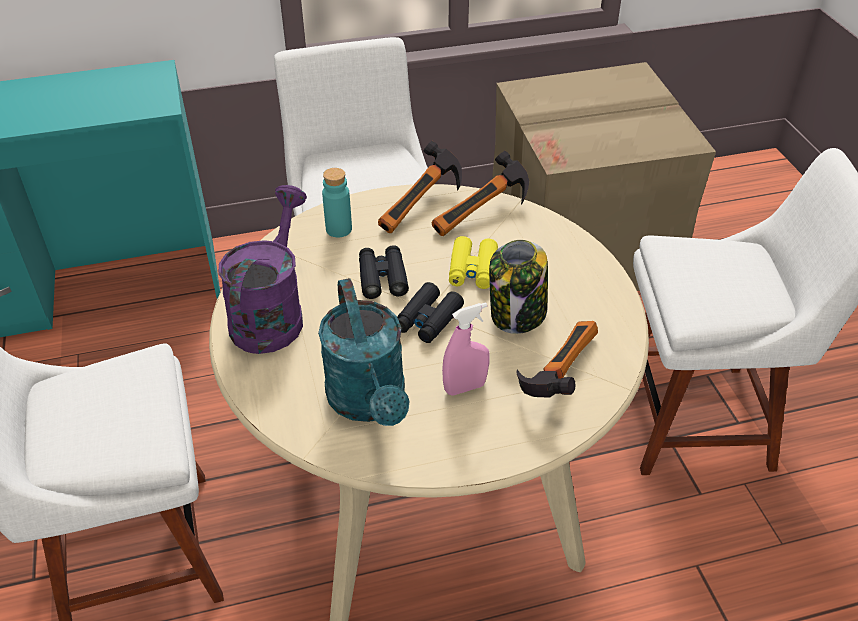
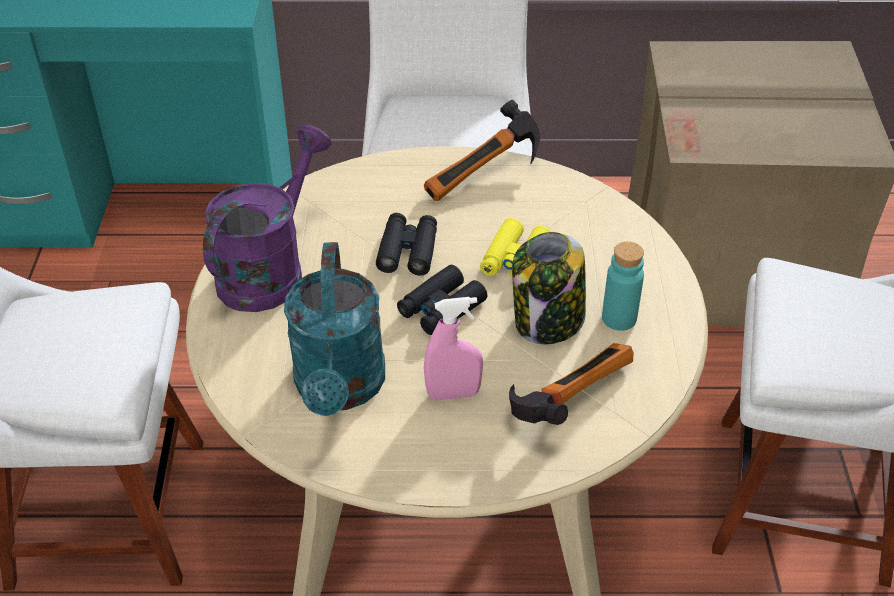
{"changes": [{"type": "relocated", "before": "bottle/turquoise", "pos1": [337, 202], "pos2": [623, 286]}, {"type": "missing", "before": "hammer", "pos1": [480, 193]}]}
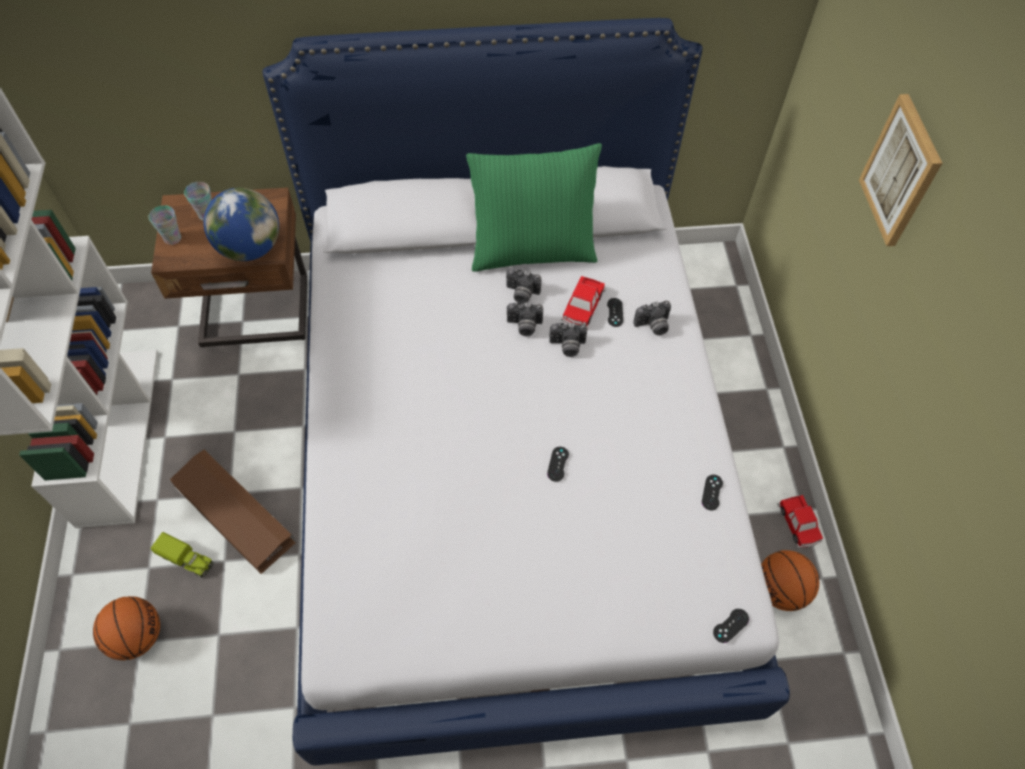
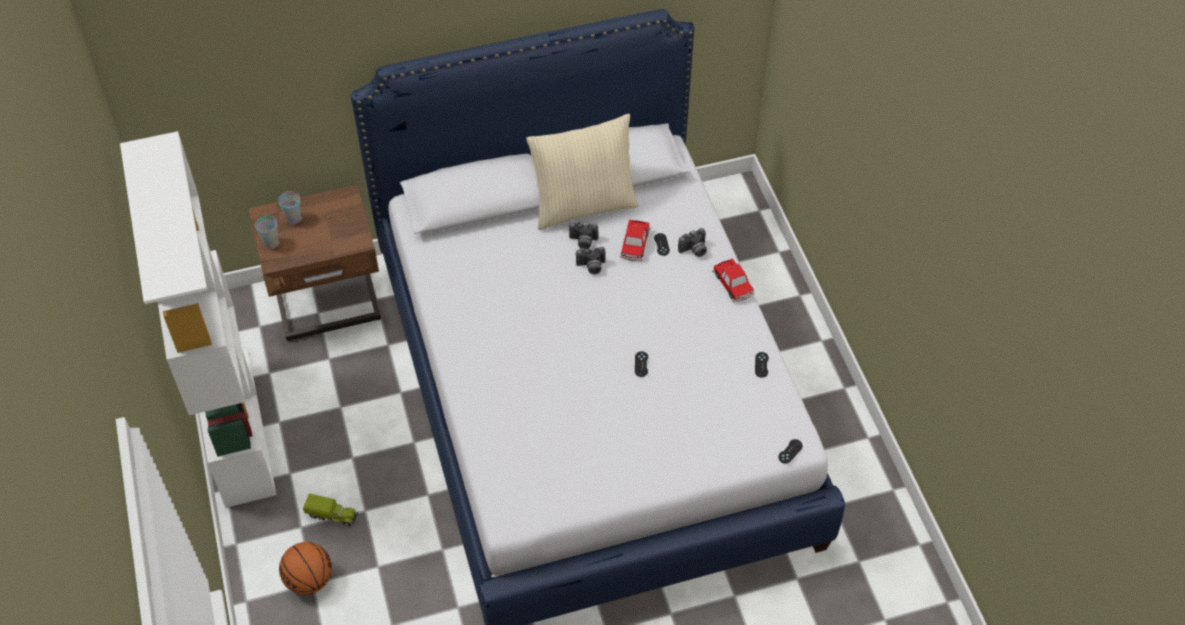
{"changes": [{"type": "colour", "before": "pillow/green", "after": "pillow/beige", "pos1": [534, 207], "pos2": [582, 172]}, {"type": "relocated", "before": "toy car", "pos1": [800, 521], "pos2": [733, 280]}, {"type": "missing", "before": "storage box/brown", "pos1": [233, 512]}, {"type": "missing", "before": "globe", "pos1": [241, 224]}, {"type": "missing", "before": "photo camera", "pos1": [568, 340]}, {"type": "missing", "before": "basketball", "pos1": [790, 580]}, {"type": "missing", "before": "picture", "pos1": [900, 170]}]}
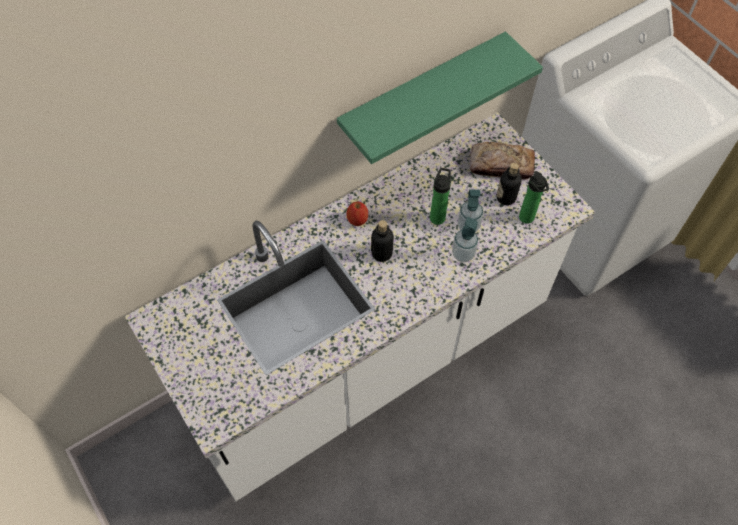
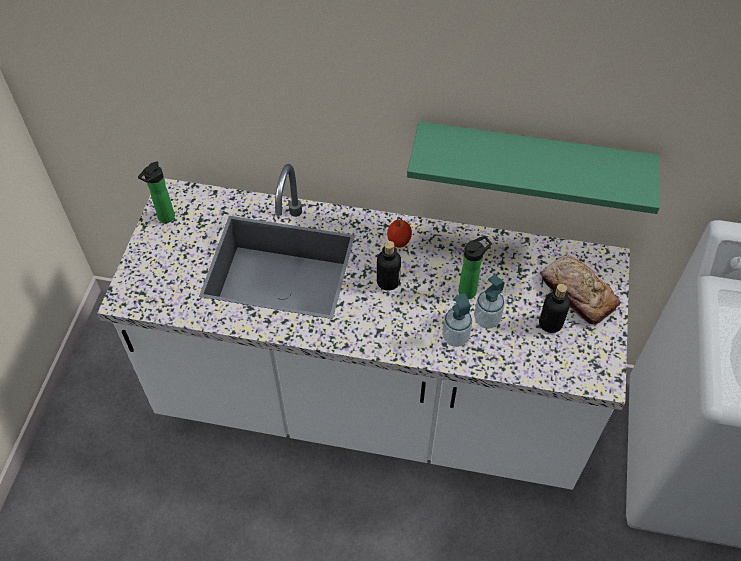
{"changes": [{"type": "relocated", "before": "bottle", "pos1": [534, 197], "pos2": [156, 192]}]}
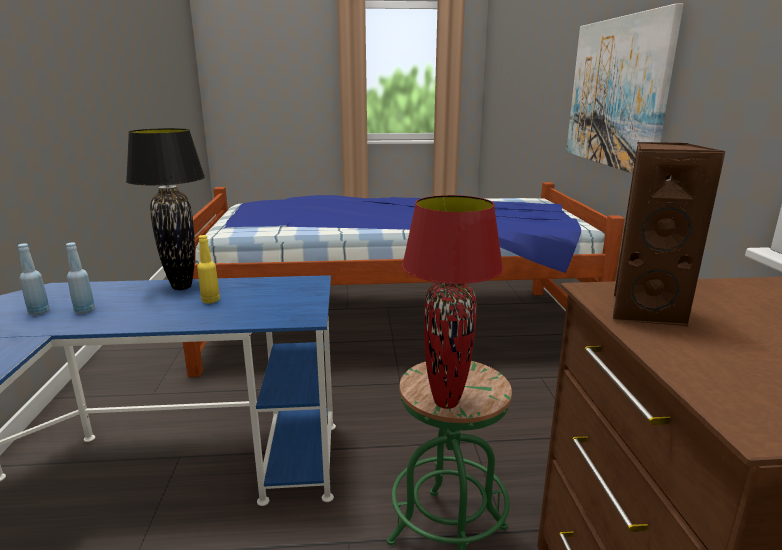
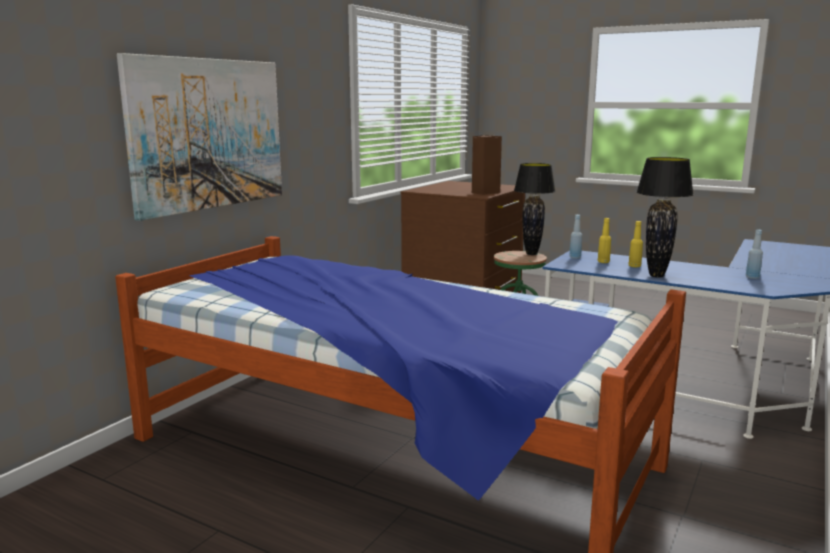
{"changes": [{"type": "colour", "before": "table lamp/red", "after": "table lamp/black", "pos1": [452, 302], "pos2": [534, 209]}, {"type": "relocated", "before": "bottle/blue", "pos1": [80, 278], "pos2": [575, 237]}, {"type": "appeared", "after": "bottle/yellow", "pos2": [604, 240]}]}
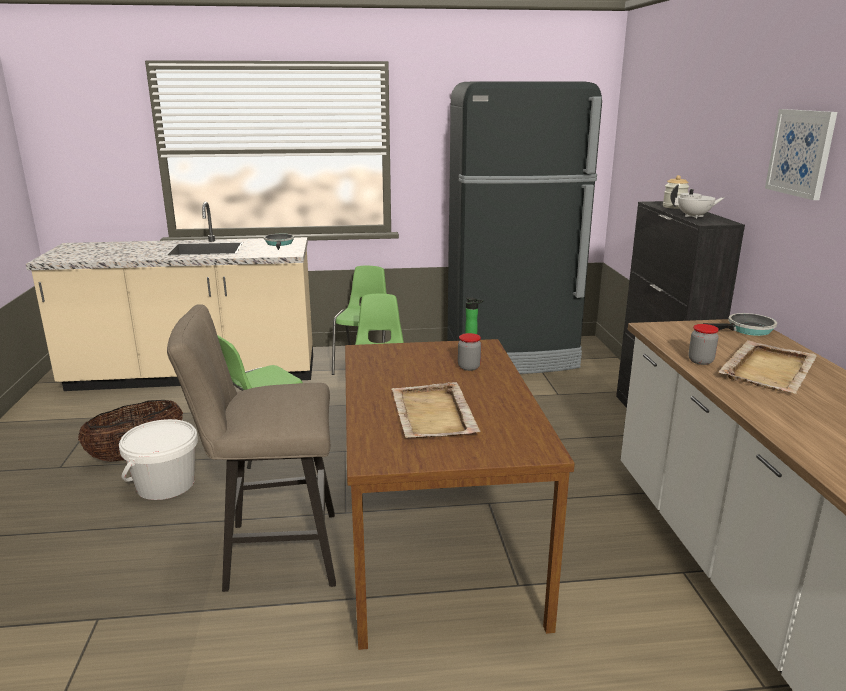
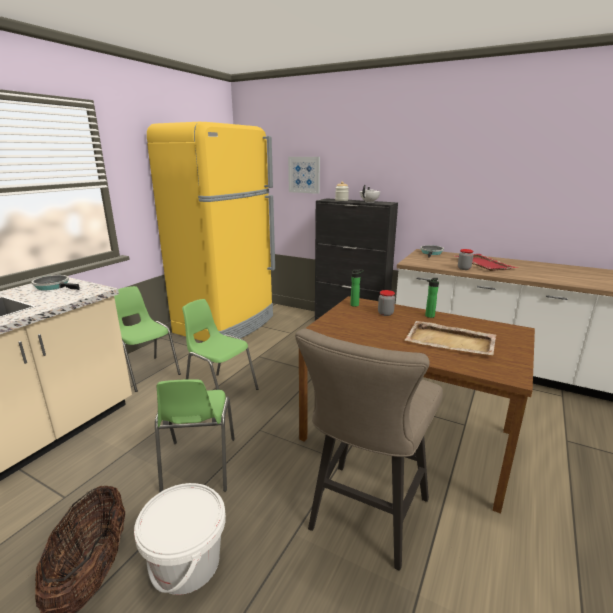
{"changes": [{"type": "colour", "before": "fridge/black", "after": "fridge/yellow", "pos1": [524, 227], "pos2": [211, 232]}, {"type": "relocated", "before": "picture", "pos1": [801, 154], "pos2": [304, 175]}, {"type": "appeared", "after": "bottle", "pos2": [432, 298]}, {"type": "colour", "before": "tray/beige", "after": "tray/red", "pos1": [768, 367], "pos2": [486, 262]}]}
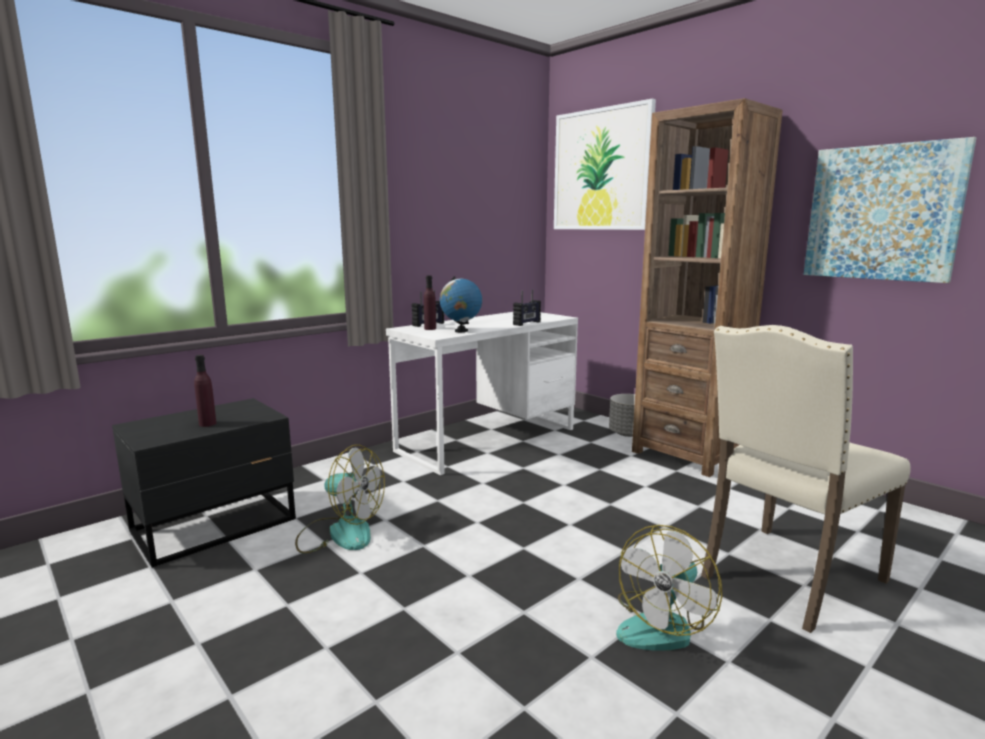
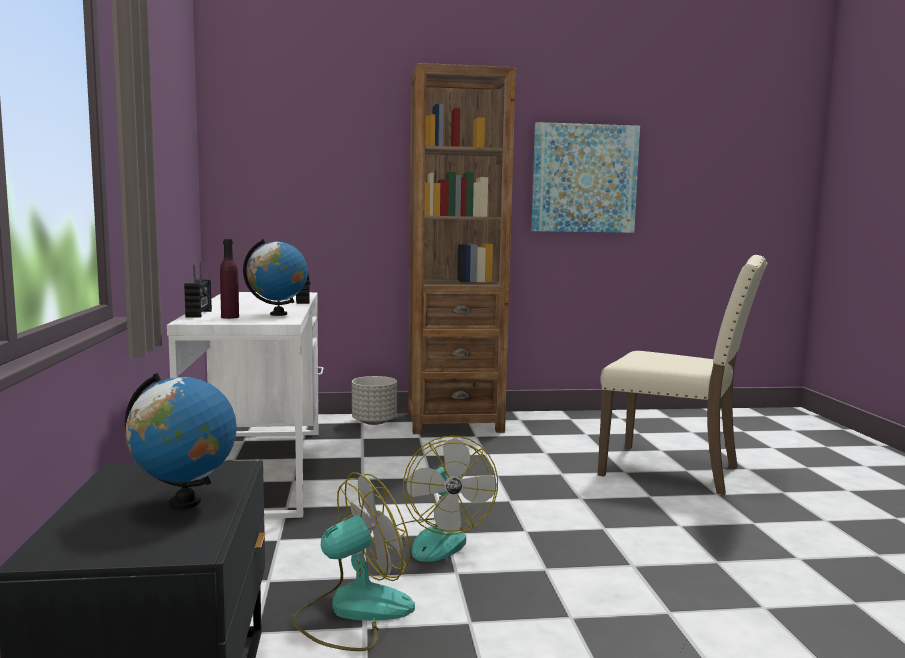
{"changes": [{"type": "exchanged", "before": "bottle/purple", "after": "globe", "pos1": [205, 391], "pos2": [181, 441]}, {"type": "relocated", "before": "fan", "pos1": [669, 588], "pos2": [441, 499]}, {"type": "spun", "before": "chair/beige", "pos1": [806, 479], "pos2": [683, 375], "turn": -60}, {"type": "missing", "before": "picture", "pos1": [605, 164]}]}
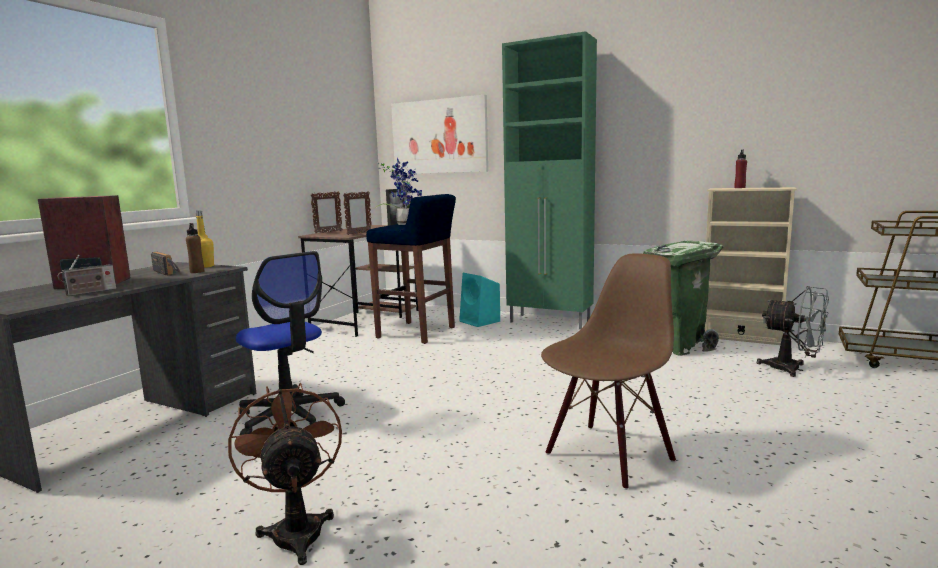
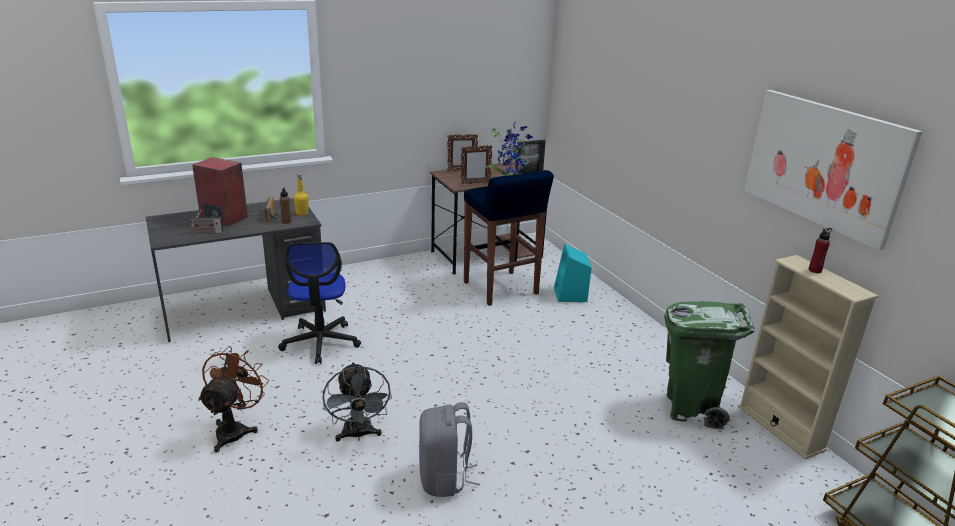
{"changes": [{"type": "relocated", "before": "fan/grey", "pos1": [793, 331], "pos2": [357, 402]}, {"type": "exchanged", "before": "chair/brown", "after": "backpack/grey", "pos1": [608, 371], "pos2": [449, 449]}, {"type": "relocated", "before": "picture", "pos1": [439, 134], "pos2": [833, 170]}, {"type": "missing", "before": "cabinet/green", "pos1": [549, 180]}]}
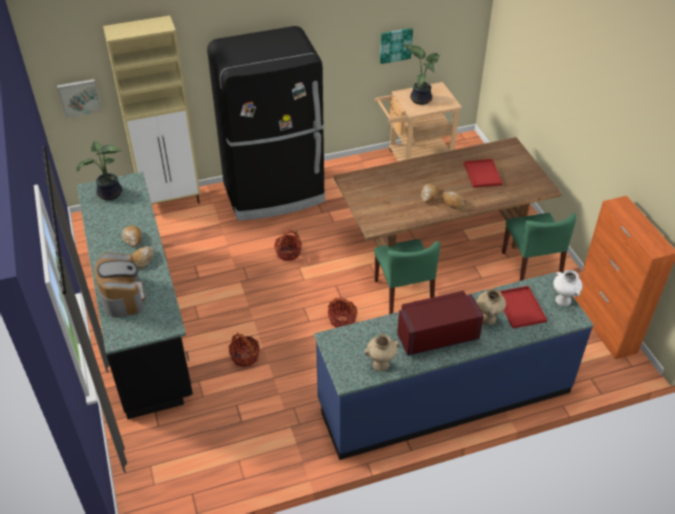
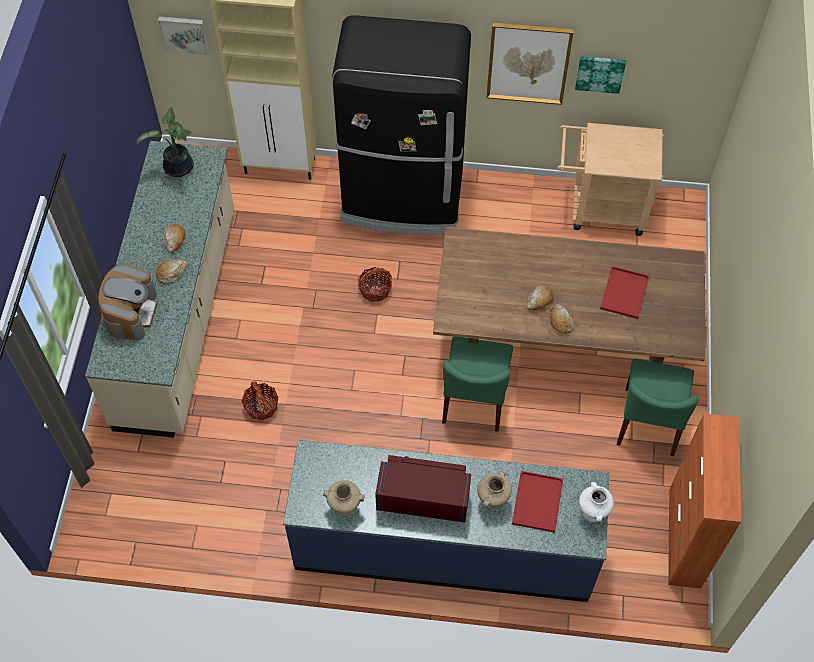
{"changes": [{"type": "colour", "before": "counter/black", "after": "counter/beige", "pos1": [135, 295], "pos2": [159, 289]}, {"type": "appeared", "after": "picture", "pos2": [530, 64]}, {"type": "missing", "before": "basket", "pos1": [342, 313]}, {"type": "missing", "before": "potted plant", "pos1": [421, 74]}]}
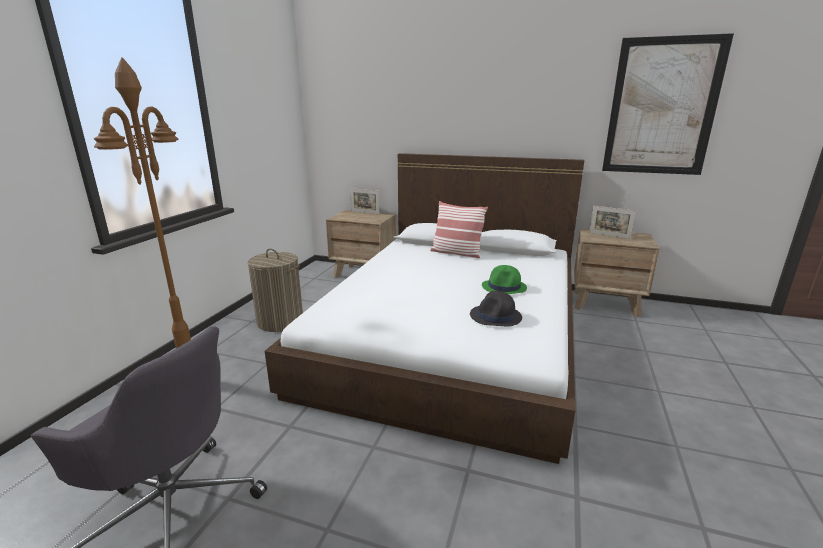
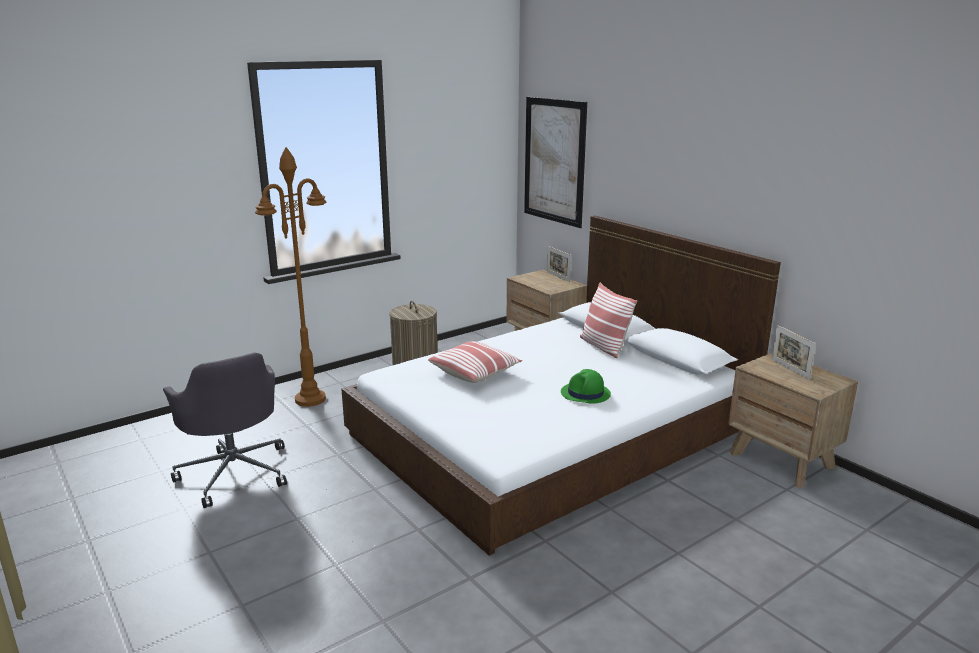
{"changes": [{"type": "appeared", "after": "pillow", "pos2": [475, 362]}, {"type": "relocated", "before": "picture", "pos1": [668, 104], "pos2": [555, 162]}, {"type": "missing", "before": "hat/black", "pos1": [496, 309]}]}
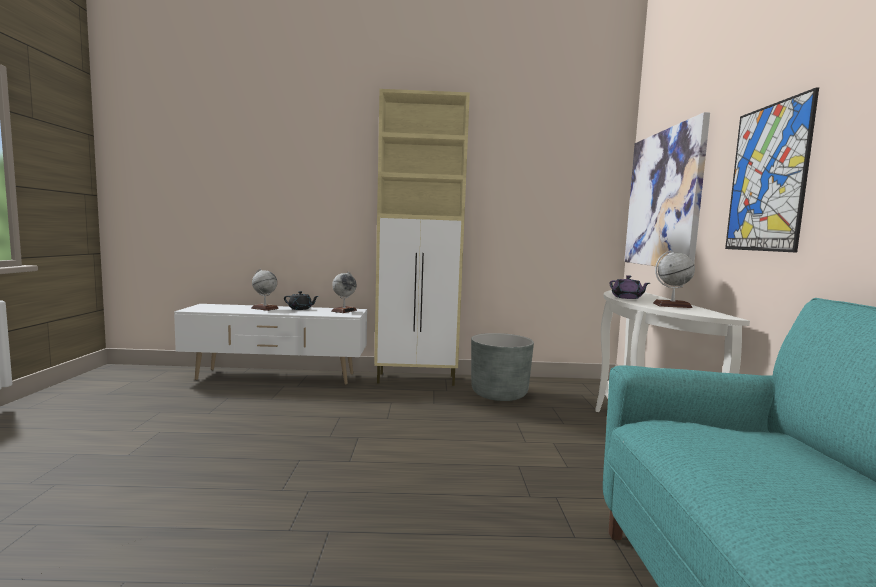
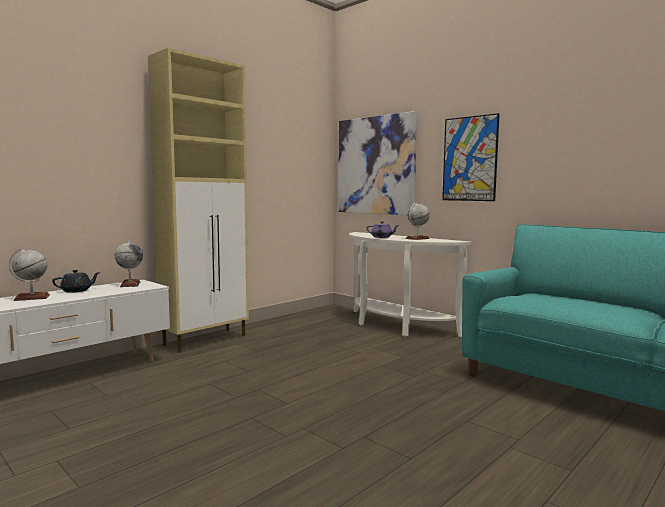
{"changes": [{"type": "missing", "before": "planter/grey", "pos1": [502, 367]}]}
